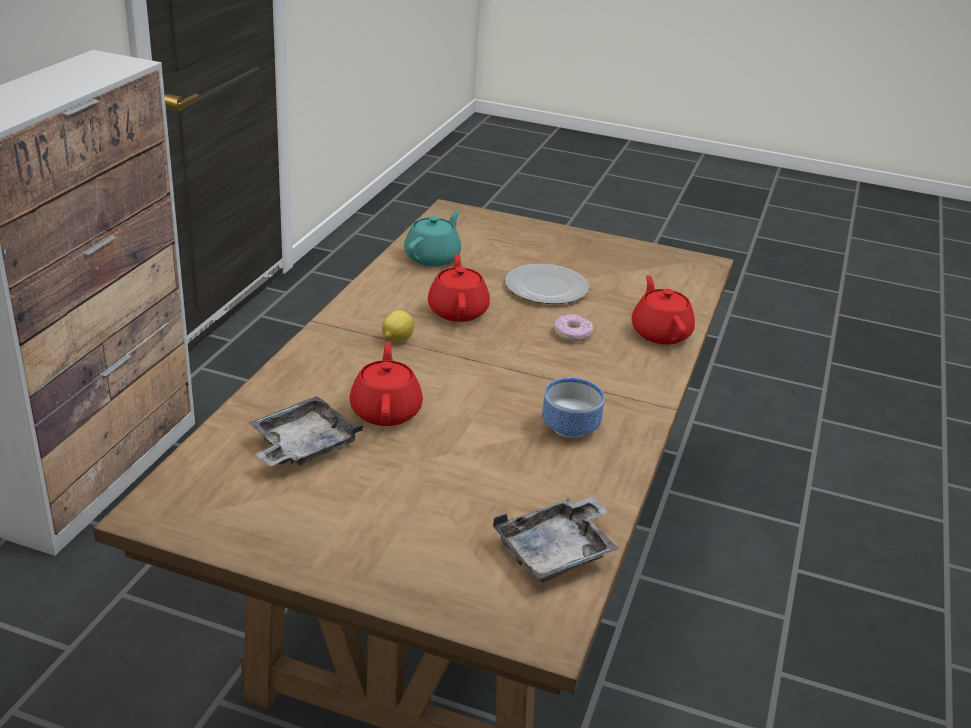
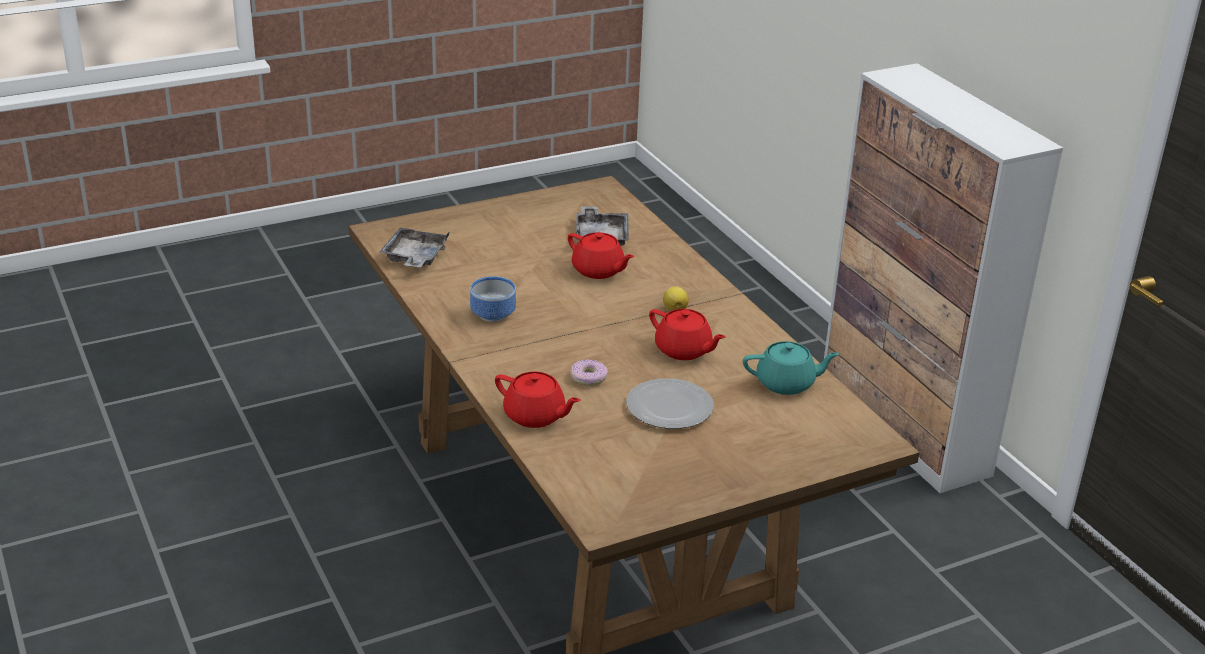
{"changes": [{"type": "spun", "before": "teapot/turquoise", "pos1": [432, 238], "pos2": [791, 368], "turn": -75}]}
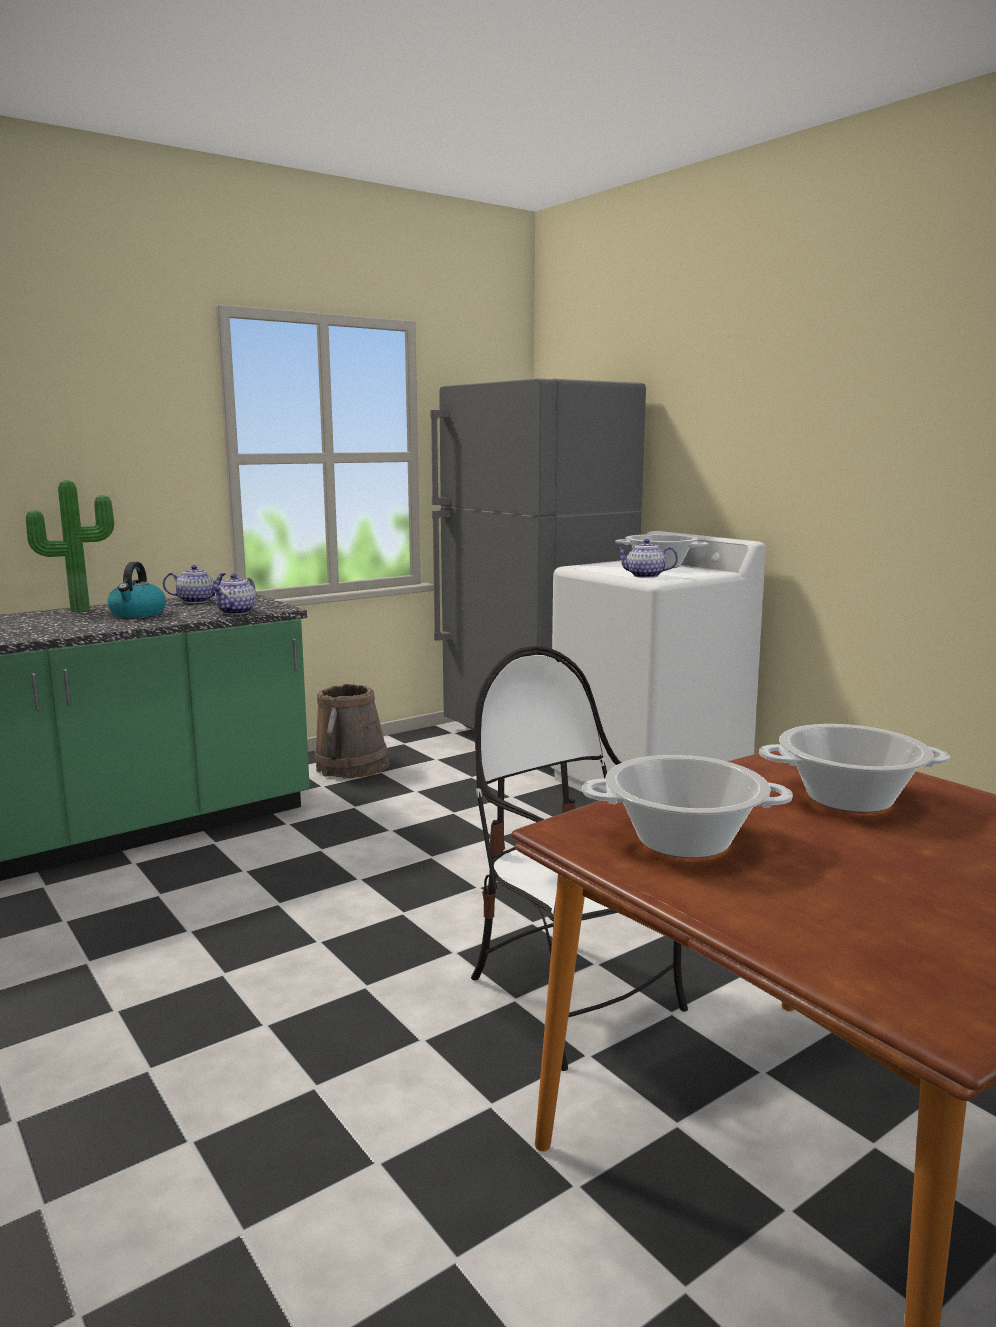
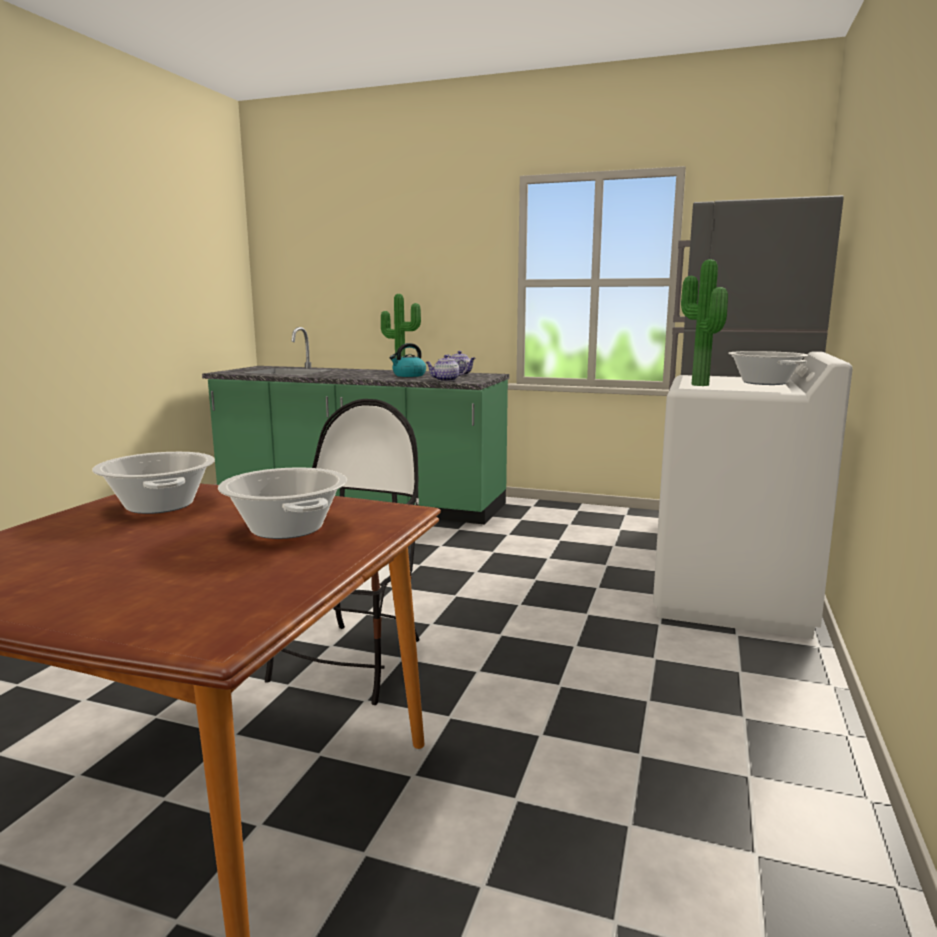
{"changes": [{"type": "exchanged", "before": "teapot", "after": "potted plant", "pos1": [646, 558], "pos2": [704, 322]}, {"type": "missing", "before": "bucket/brown", "pos1": [352, 731]}]}
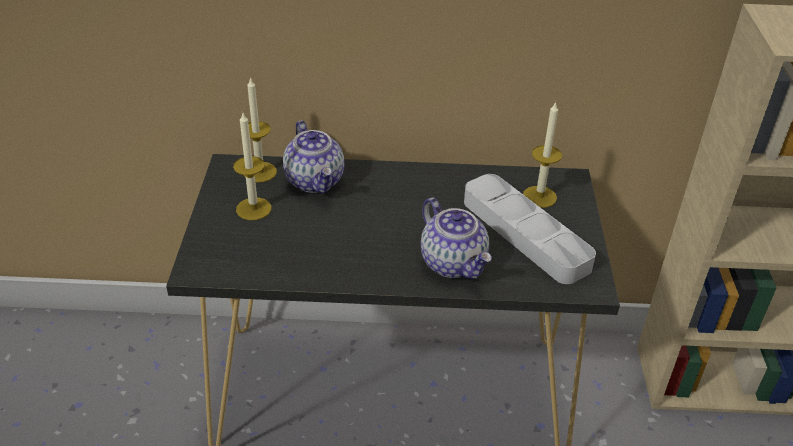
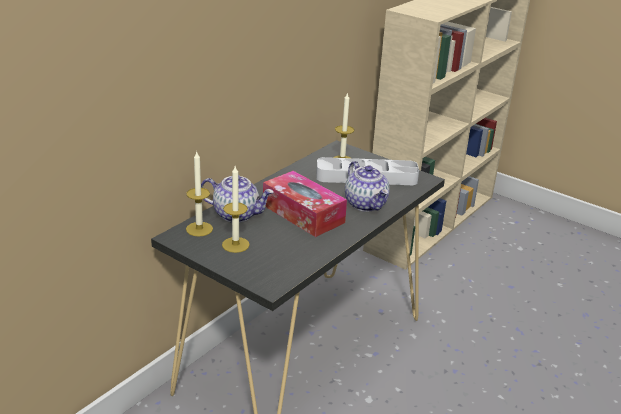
{"changes": [{"type": "appeared", "after": "tissue box", "pos2": [305, 204]}, {"type": "spun", "before": "teapot", "pos1": [456, 238], "pos2": [367, 186], "turn": 60}]}
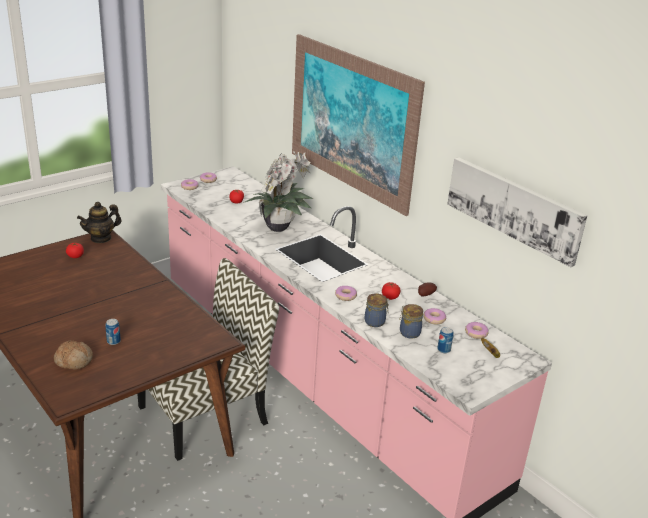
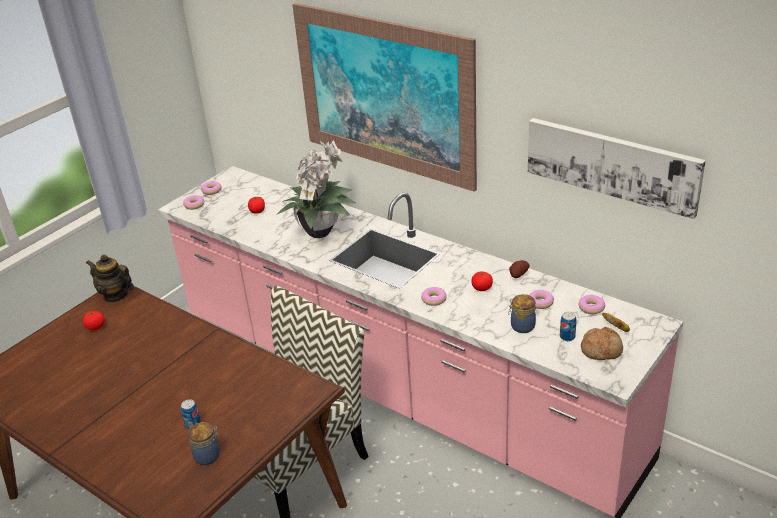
{"changes": [{"type": "spun", "before": "teapot", "pos1": [99, 222], "pos2": [110, 279], "turn": 75}, {"type": "relocated", "before": "jar", "pos1": [377, 310], "pos2": [204, 443]}, {"type": "relocated", "before": "bread", "pos1": [73, 355], "pos2": [602, 343]}]}
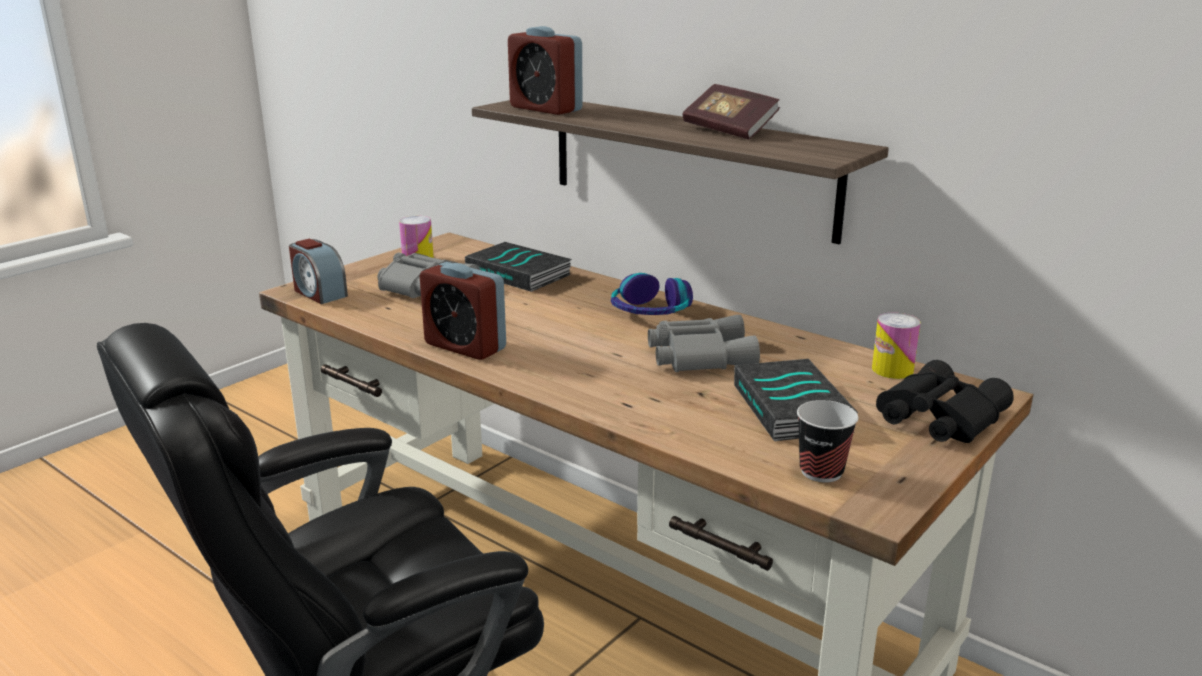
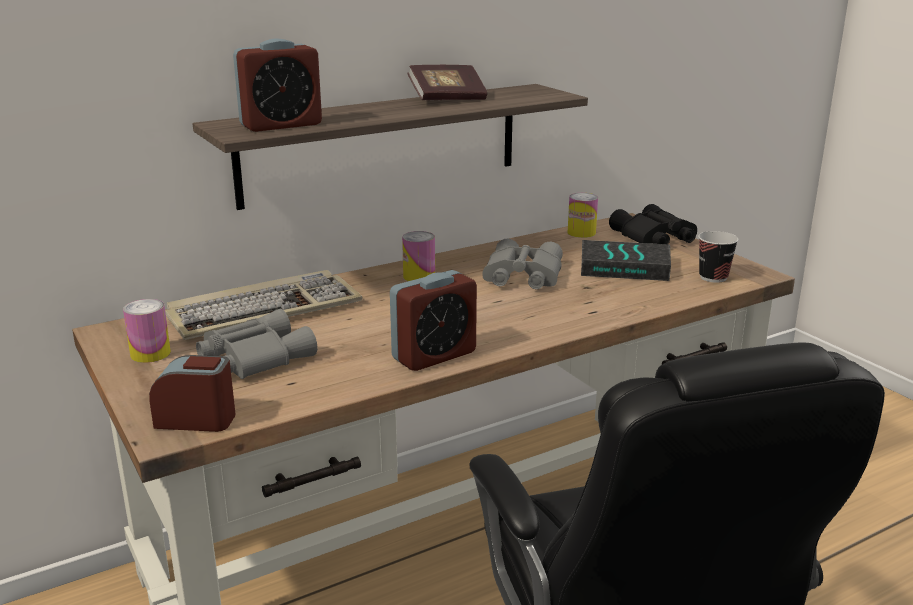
{"changes": [{"type": "spun", "before": "alarm clock", "pos1": [318, 271], "pos2": [192, 393], "turn": -150}, {"type": "exchanged", "before": "book", "after": "keyboard", "pos1": [518, 267], "pos2": [264, 305]}, {"type": "exchanged", "before": "headphones", "after": "can", "pos1": [652, 294], "pos2": [418, 256]}]}
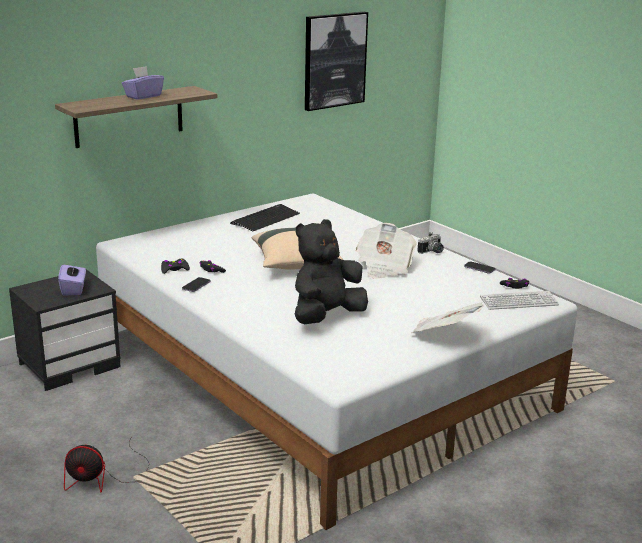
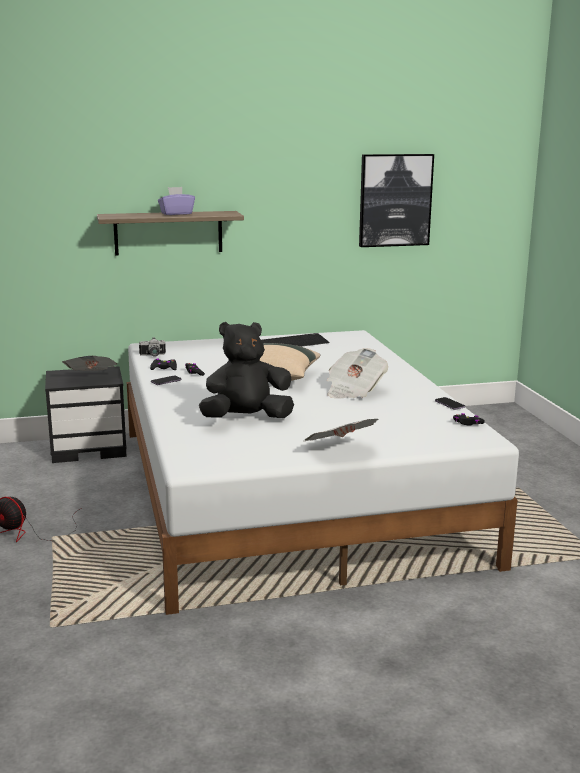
{"changes": [{"type": "exchanged", "before": "tissue box/purple", "after": "newspaper", "pos1": [72, 278], "pos2": [89, 363]}, {"type": "relocated", "before": "photo camera", "pos1": [430, 243], "pos2": [152, 347]}, {"type": "missing", "before": "keyboard", "pos1": [519, 300]}]}
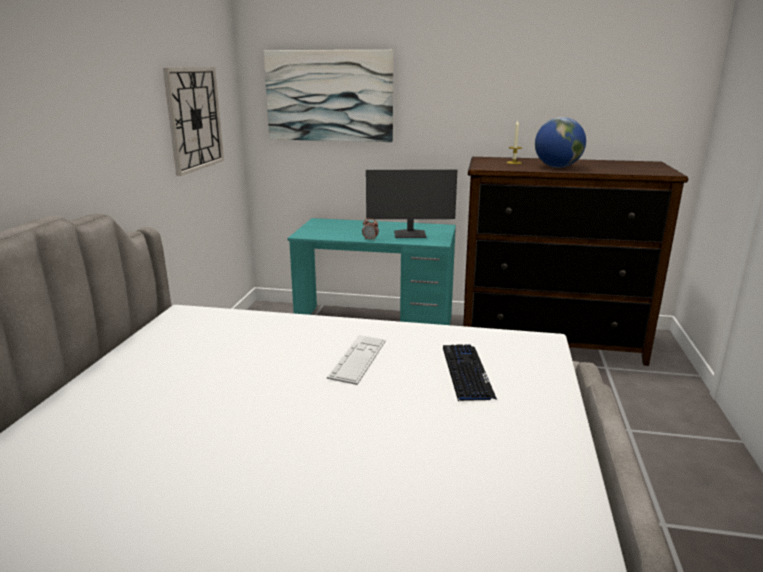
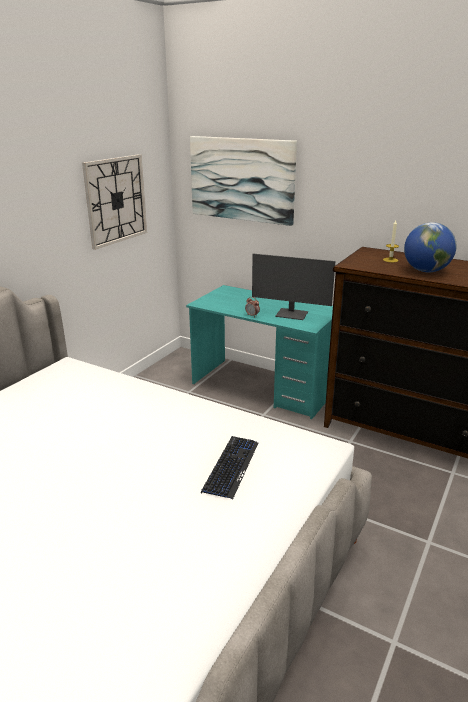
{"changes": [{"type": "missing", "before": "keyboard", "pos1": [356, 360]}]}
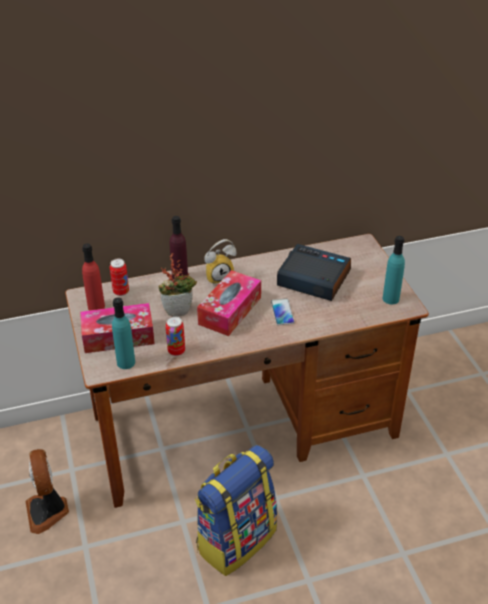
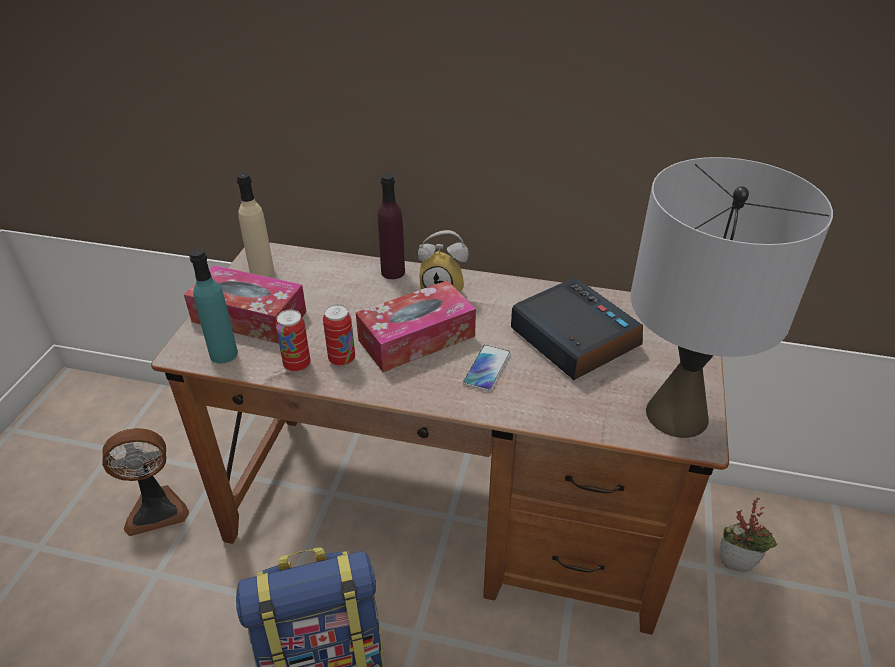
{"changes": [{"type": "spun", "before": "fan", "pos1": [47, 491], "pos2": [145, 482], "turn": -120}, {"type": "colour", "before": "bottle/red", "after": "bottle/beige", "pos1": [93, 276], "pos2": [255, 225]}, {"type": "relocated", "before": "can", "pos1": [119, 277], "pos2": [339, 335]}, {"type": "exchanged", "before": "bottle/turquoise", "after": "table lamp/grey", "pos1": [394, 270], "pos2": [731, 297]}, {"type": "relocated", "before": "potted plant", "pos1": [177, 285], "pos2": [749, 534]}]}
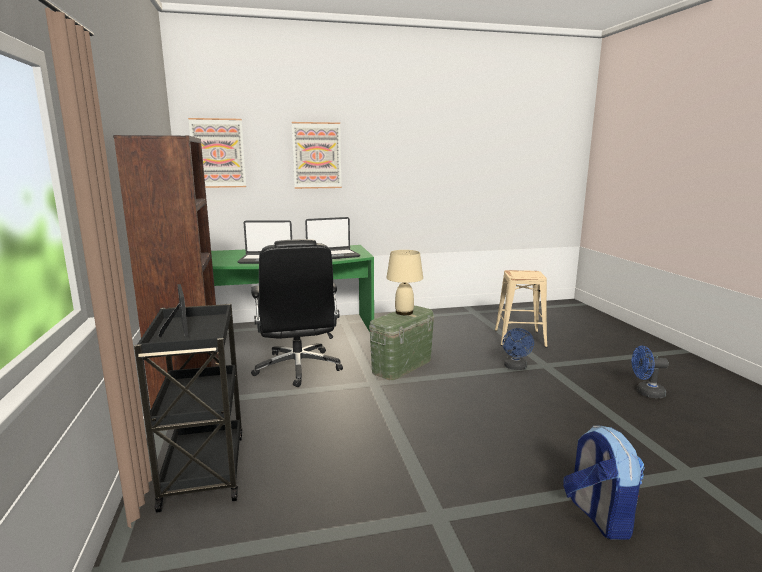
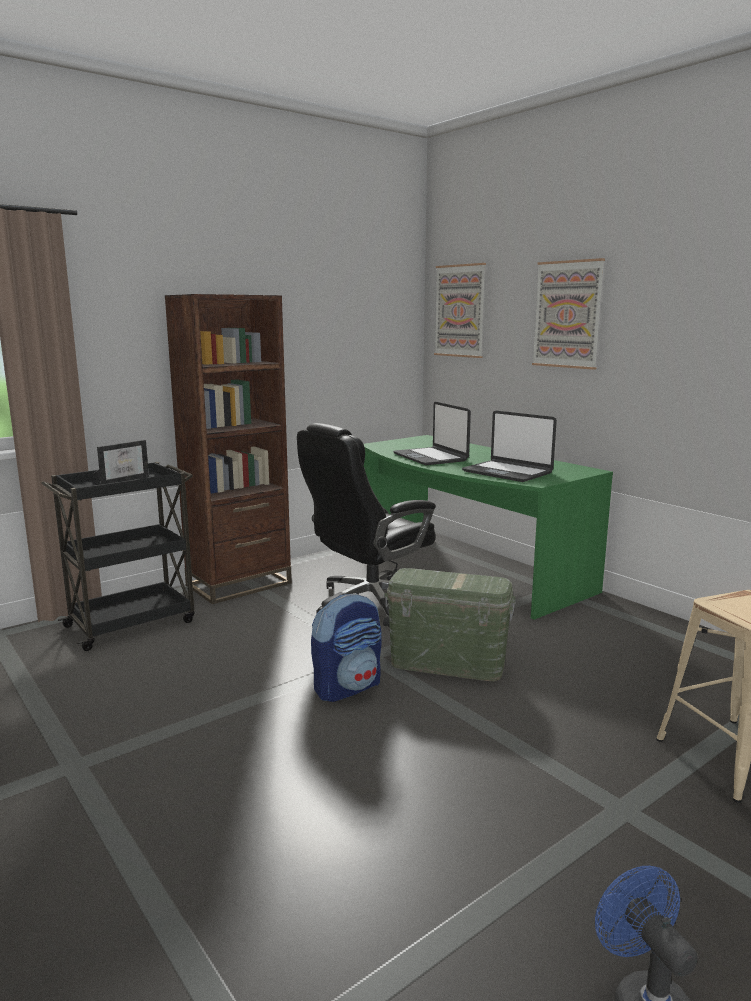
{"changes": [{"type": "relocated", "before": "backpack", "pos1": [604, 483], "pos2": [346, 647]}, {"type": "missing", "before": "table lamp/beige", "pos1": [404, 282]}, {"type": "missing", "before": "fan/blue", "pos1": [518, 349]}]}
